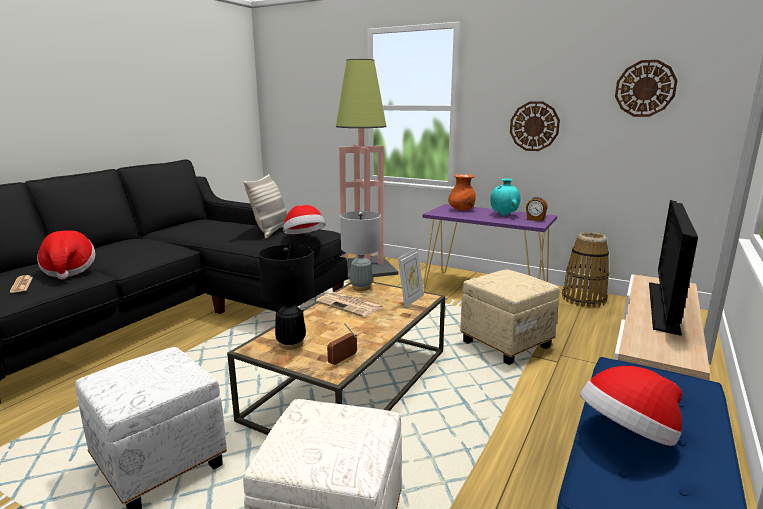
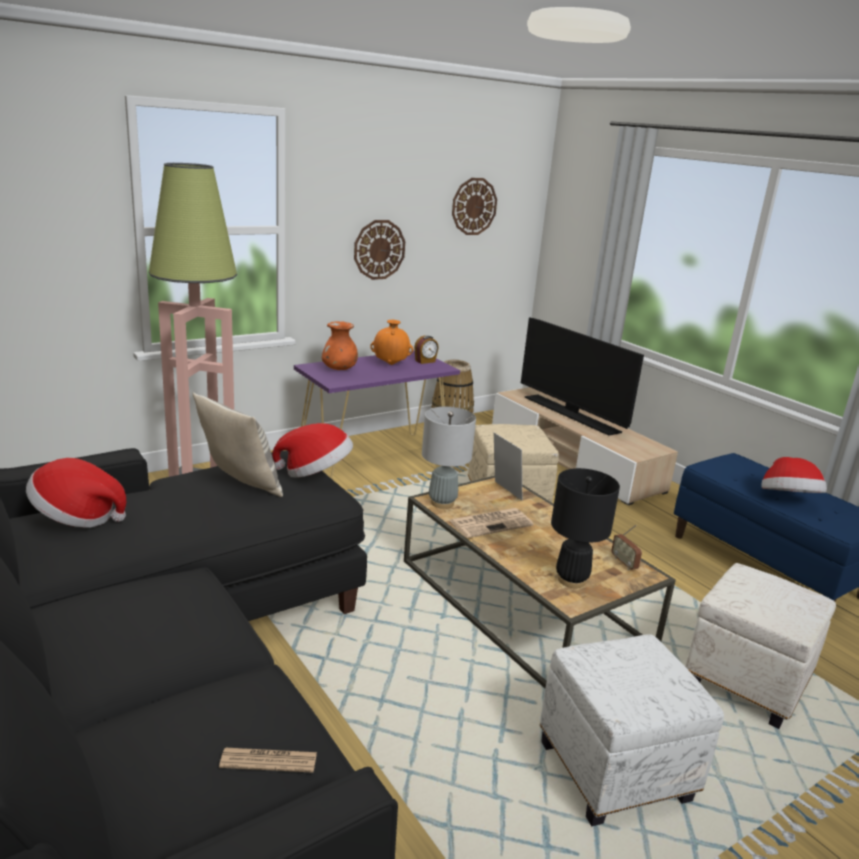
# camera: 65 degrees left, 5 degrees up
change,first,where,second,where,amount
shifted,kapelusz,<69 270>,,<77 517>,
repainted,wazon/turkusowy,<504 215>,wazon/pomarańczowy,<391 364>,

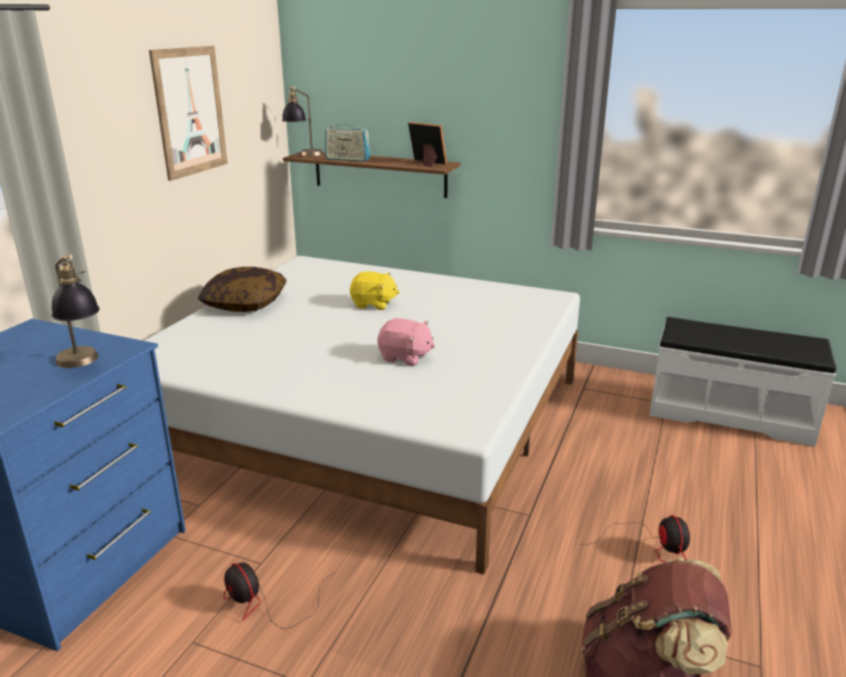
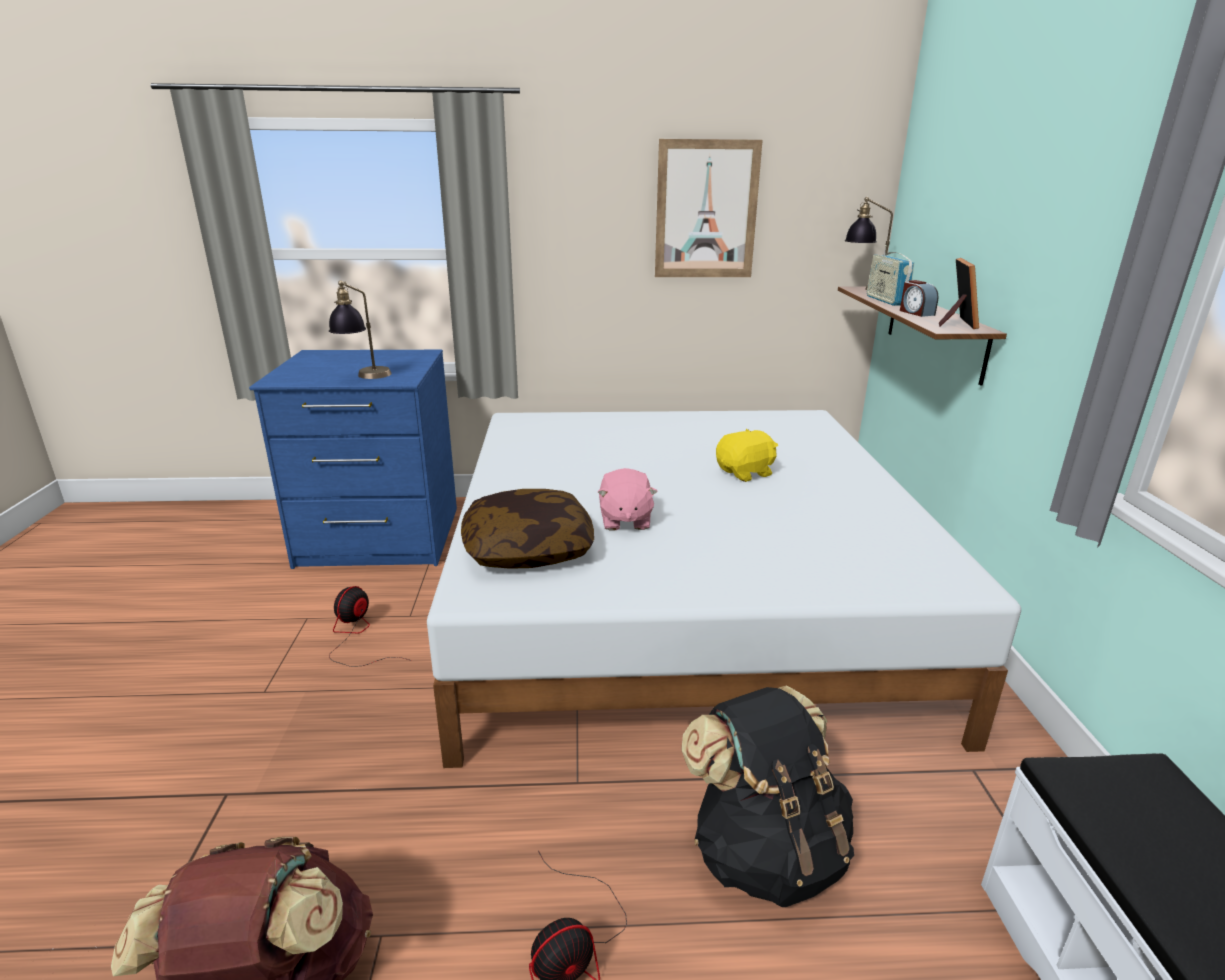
# camera: 65 degrees right, 0 degrees up
change,first,where,second,where,amount
shifted,poduszka,<245 303>,,<528 549>,
new,,,plecak/czarny,<765 851>,
rotated,pluszak/żółty,<373 304>,,<745 473>,105 degrees counterclockwise
new,,,budzik,<916 313>,

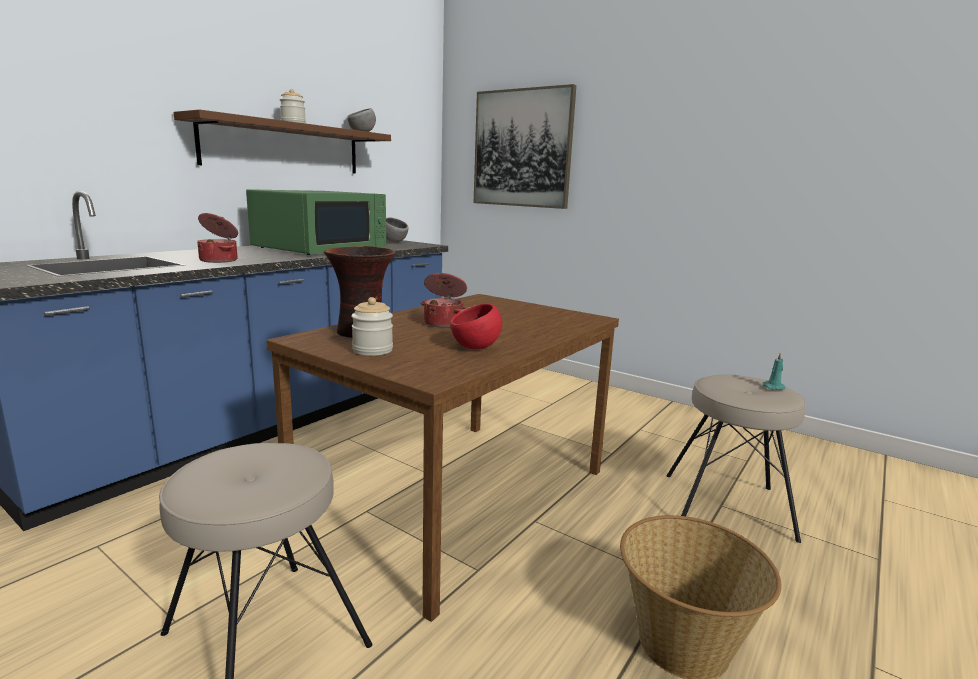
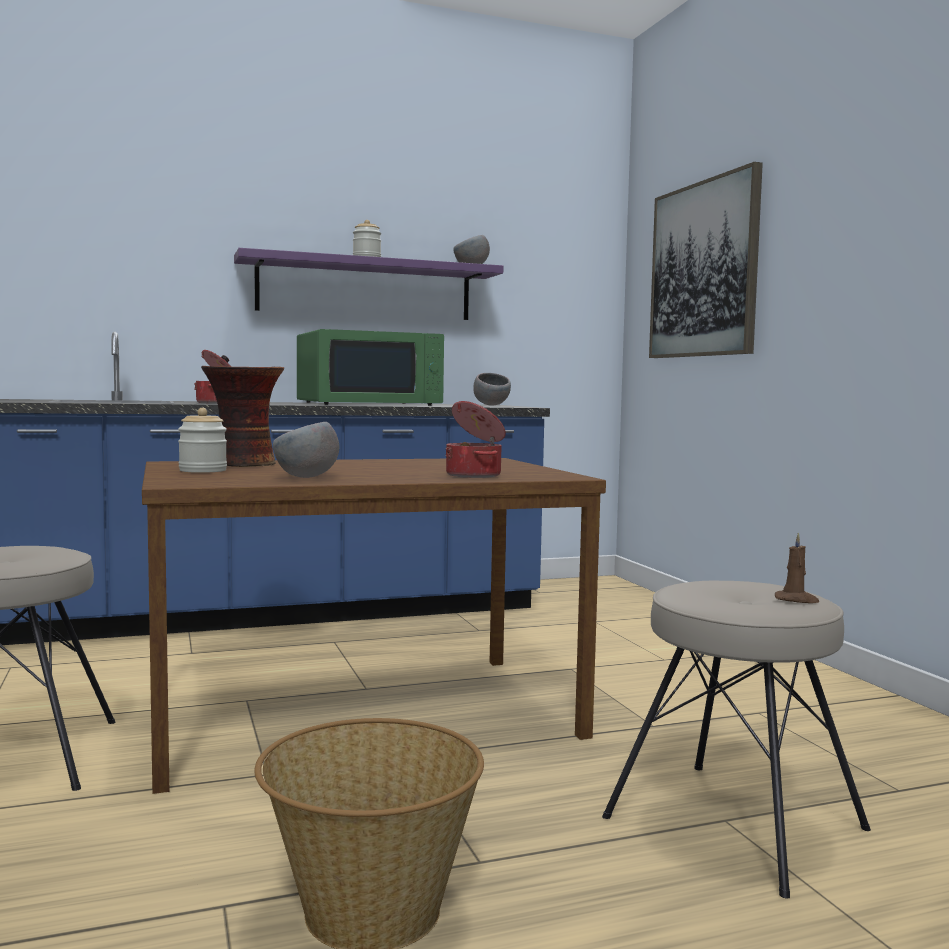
# camera: 35 degrees right, 10 degrees down
change,first,where,second,where,amount
repainted,półka/brązowy,<284 147>,półka/fioletowy,<365 289>,
repainted,miska/czerwony,<476 348>,miska/szary,<307 477>,
shifted,garnek,<444 323>,,<475 475>,
repainted,świeca/turkusowy,<774 387>,świeca/brązowy,<796 600>,

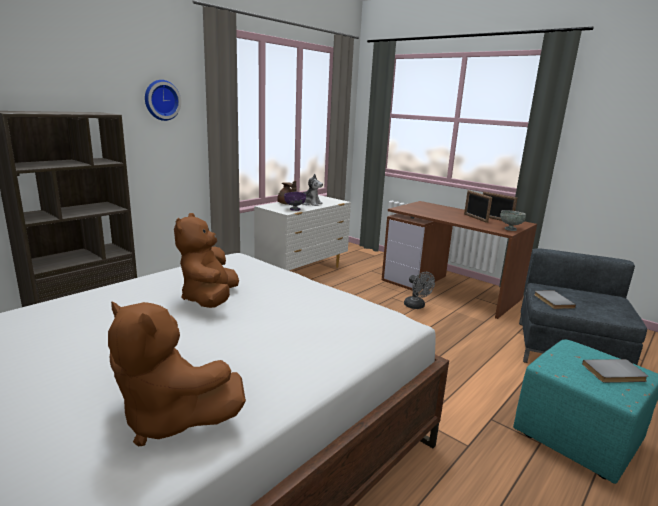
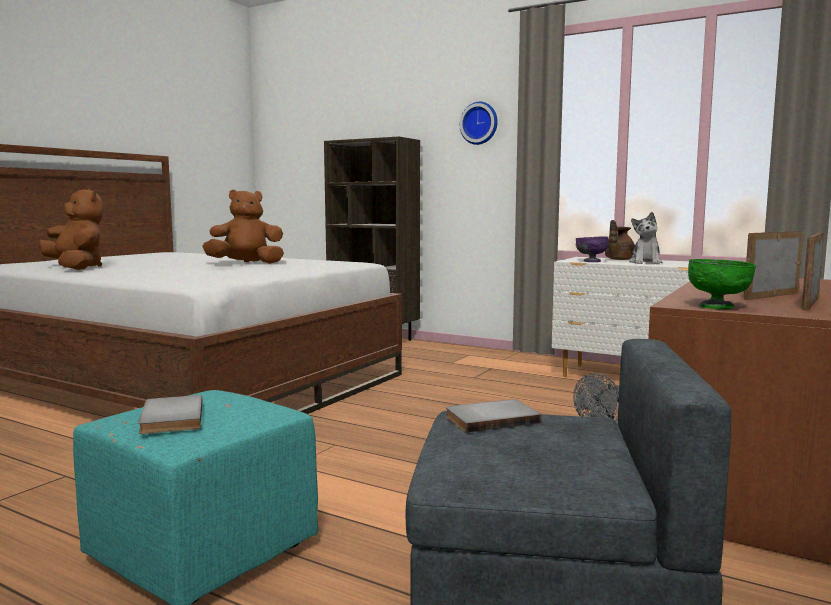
# camera: 80 degrees right, 10 degrees down
change,first,where,second,where,amount
rotated,pluszak/brązowy,<169 419>,,<76 268>,120 degrees clockwise
repainted,miska/szary,<510 229>,miska/zielony,<718 307>,

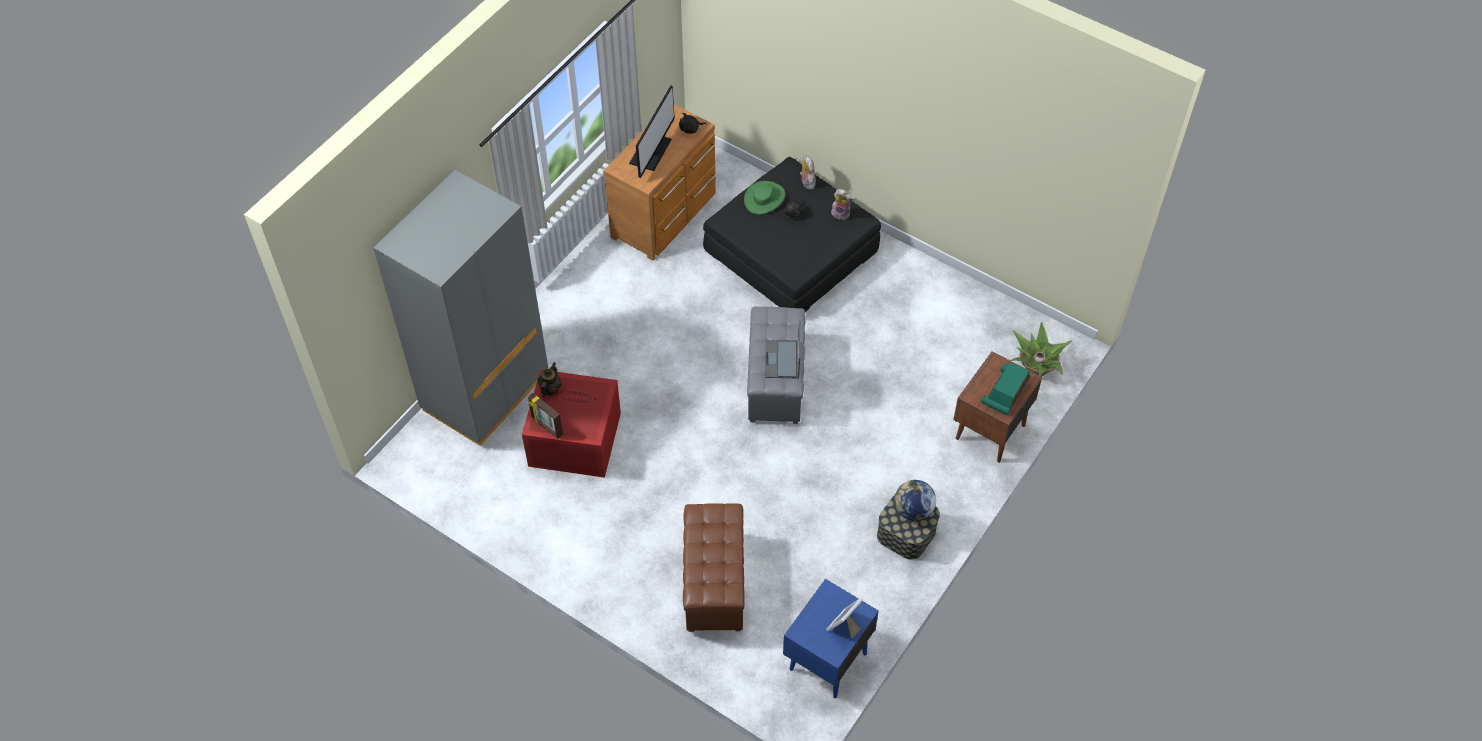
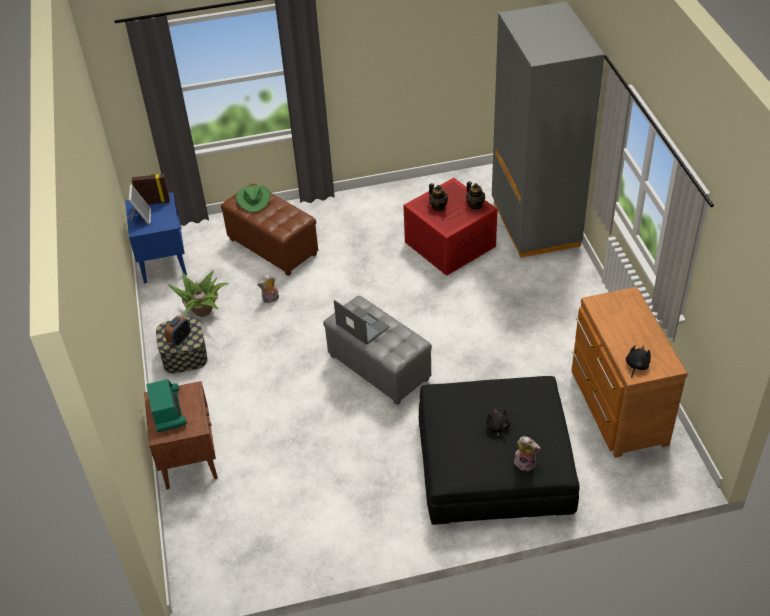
# camera: 135 degrees right, 10 degrees down
change,first,where,second,where,amount
shifted,ramka na zdjęcie,<546 427>,,<154 202>,
swapped,globus,<913 510>,budzik,<180 339>,
shifted,roślina doniczkowa,<1035 369>,,<203 311>,
shifted,kapelusz/zielony,<764 198>,,<253 199>,
shifted,pluszak,<841 213>,,<270 300>,
new,,,imbryk,<438 206>,
gone,monitor,<651 151>,,,

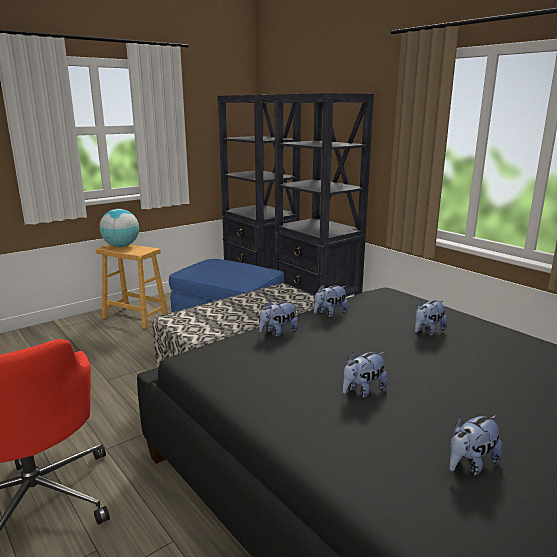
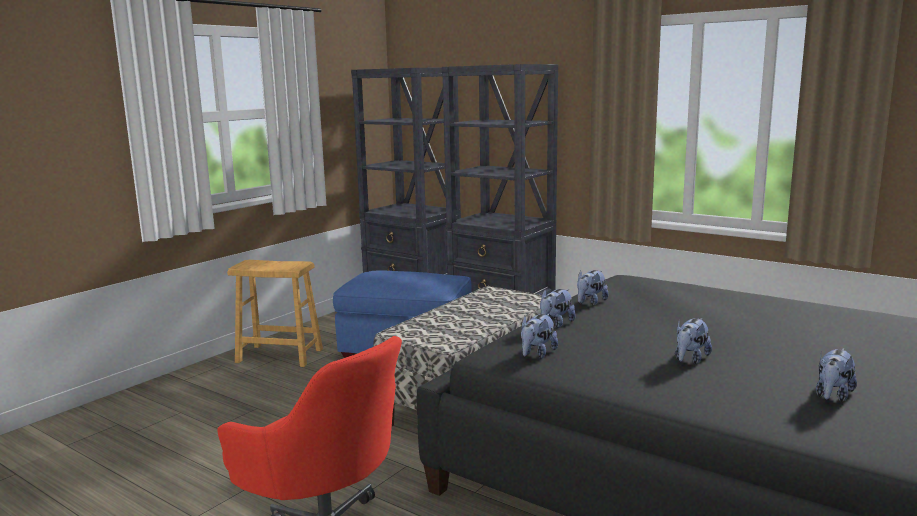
# camera: 15 degrees left, 5 degrees down
change,first,where,second,where,amount
shifted,pluszak,<427 331>,,<537 354>,
gone,globus,<121 246>,,,

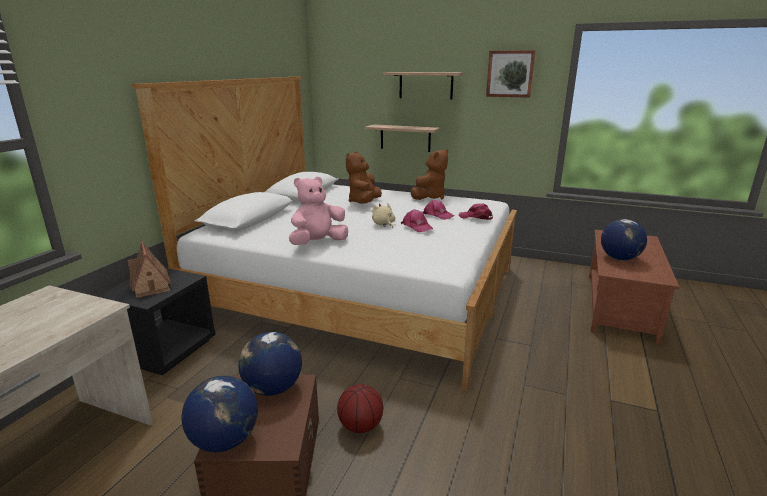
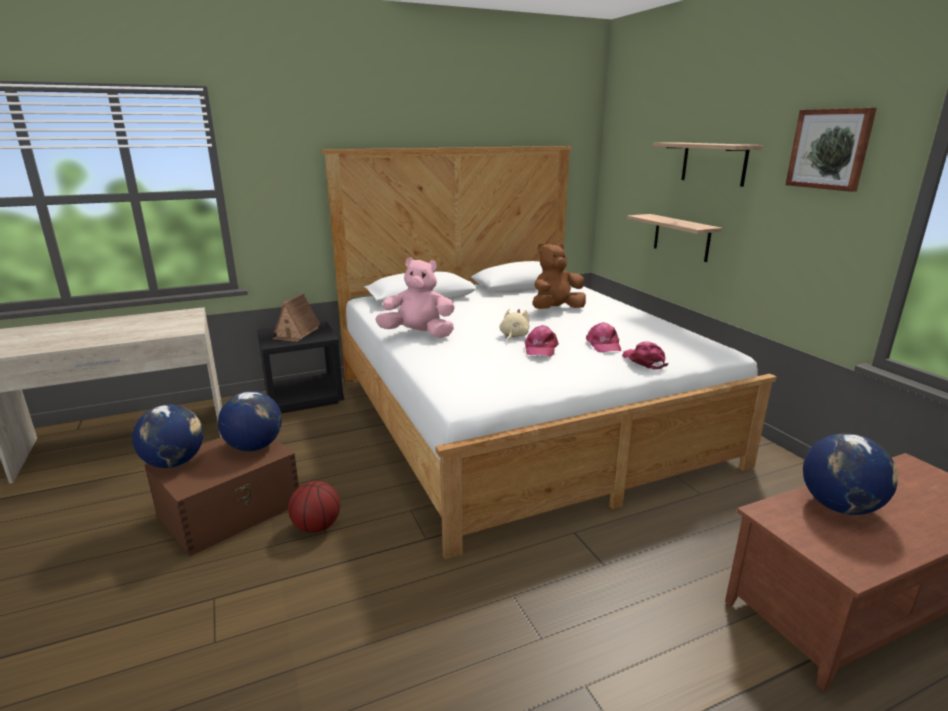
# camera: 45 degrees right, 0 degrees up
change,first,where,second,where,amount
gone,pluszak/brązowy,<429 197>,,,

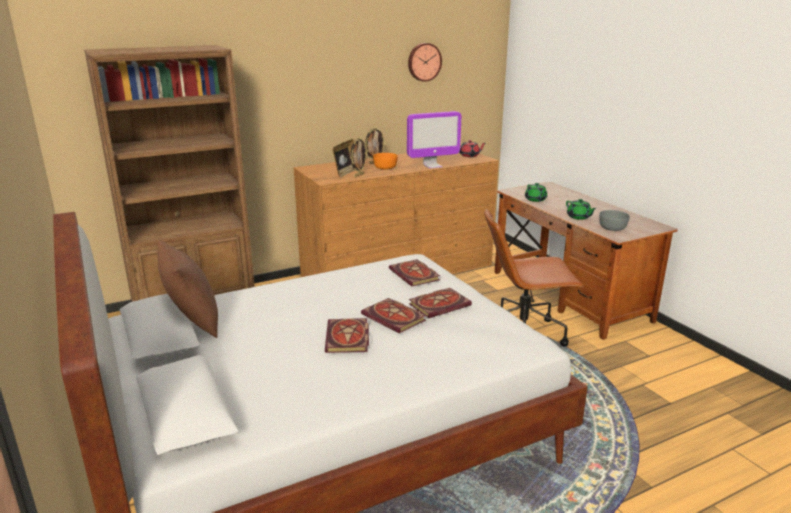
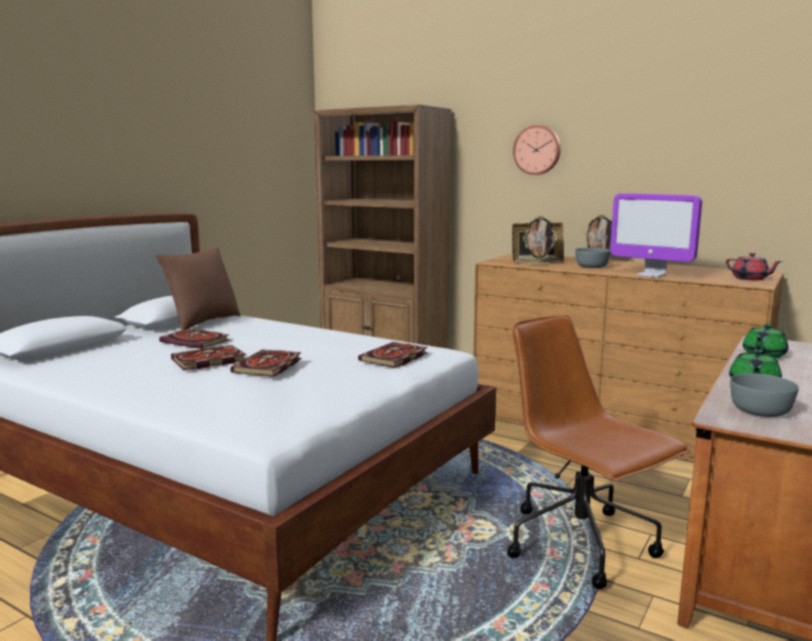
# camera: 60 degrees right, 10 degrees down
change,first,where,second,where,amount
shifted,książka,<440 304>,,<197 341>,
shifted,zegar ścienny,<424 62>,,<537 150>,
repainted,miska/pomarańczowy,<385 167>,miska/szary,<592 266>,

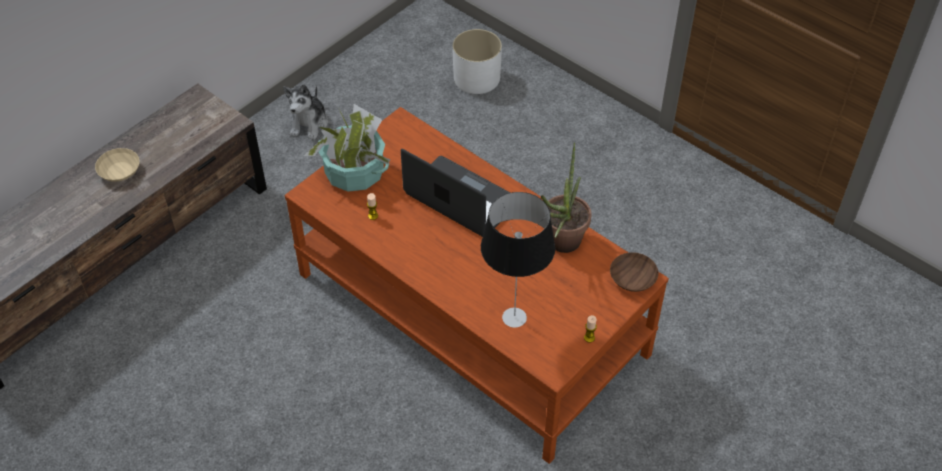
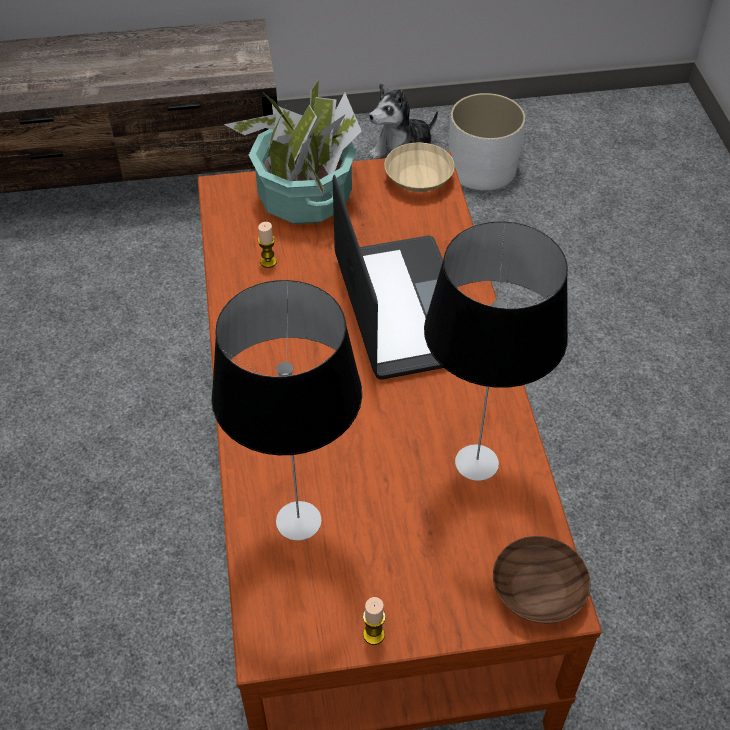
# camera: 40 degrees right, 0 degrees up
change,first,where,second,where,amount
shifted,miska/beżowy,<120 172>,,<419 180>,
swapped,roślina doniczkowa,<560 245>,lampa stołowa,<475 461>,
shifted,donica/biały,<477 78>,,<482 168>,

